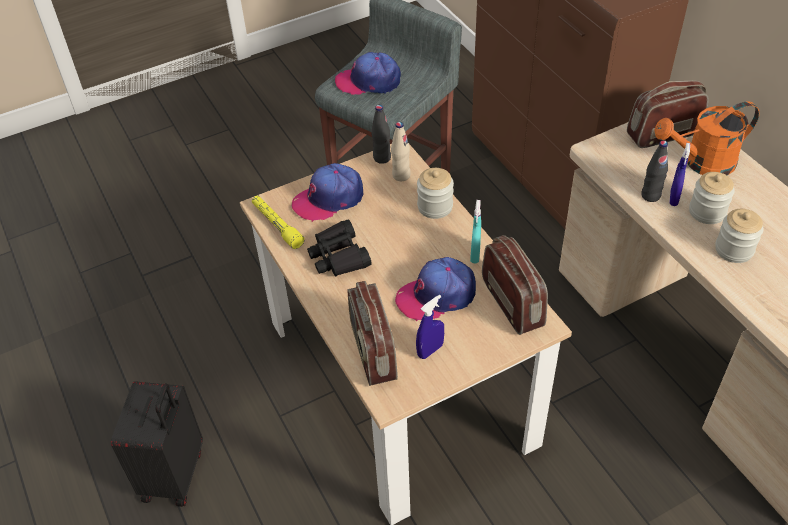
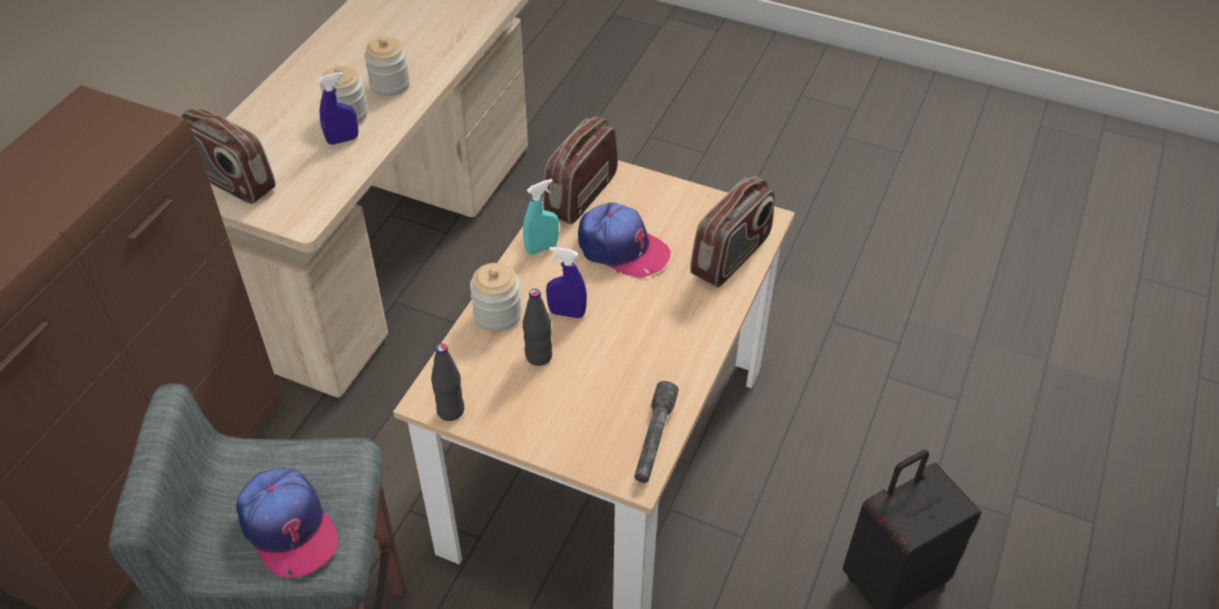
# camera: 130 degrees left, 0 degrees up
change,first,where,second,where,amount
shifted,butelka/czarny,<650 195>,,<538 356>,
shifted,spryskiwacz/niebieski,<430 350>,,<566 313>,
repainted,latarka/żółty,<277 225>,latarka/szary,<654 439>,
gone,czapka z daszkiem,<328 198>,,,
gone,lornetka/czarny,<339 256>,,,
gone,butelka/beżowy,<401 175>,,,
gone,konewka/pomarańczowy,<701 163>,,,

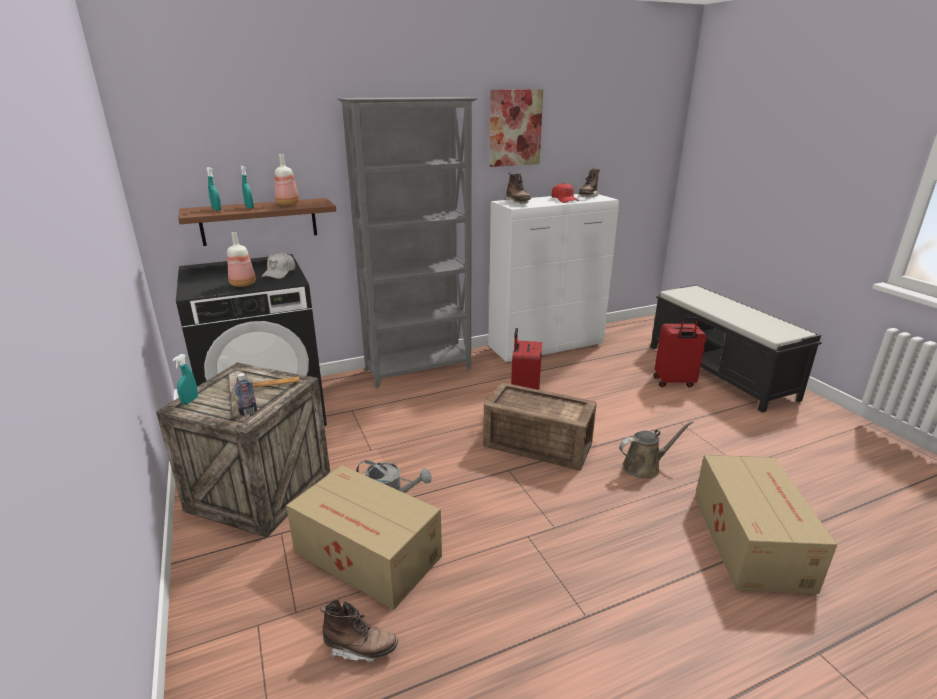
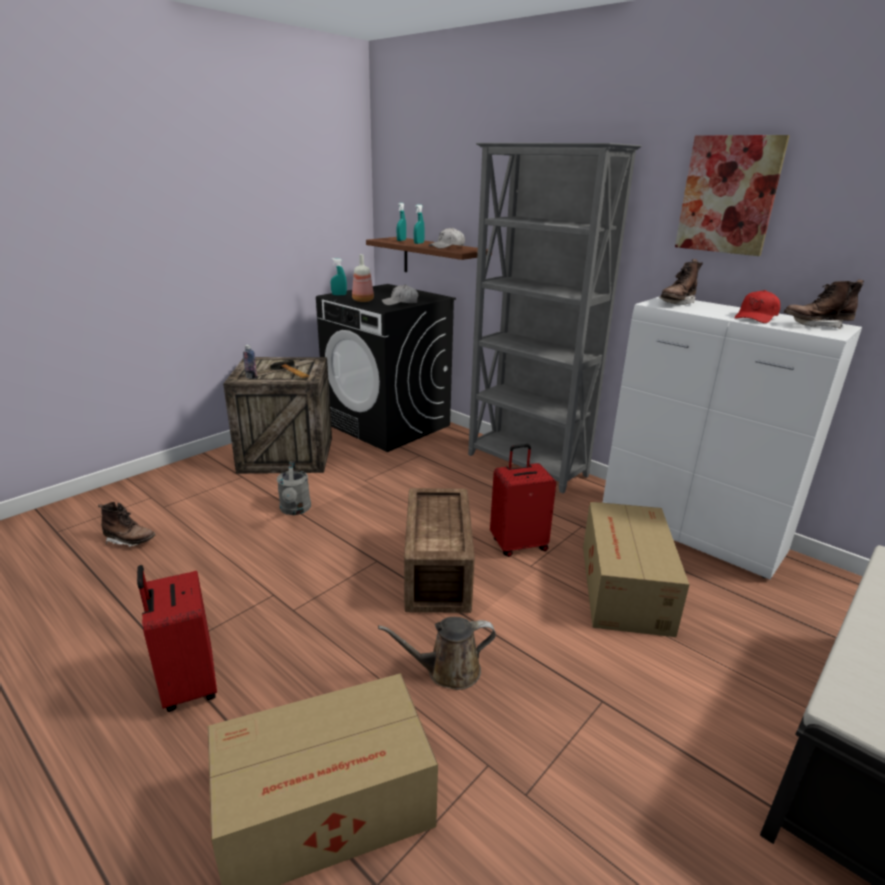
# camera: 65 degrees right, 0 degrees up
change,first,where,second,where,amount
rotated,but z cholewką/brązowy,<360 648>,,<130 541>,60 degrees counterclockwise
shifted,walizka/czerwony,<674 382>,,<188 685>,
shifted,spryskiwacz/turkusowy,<190 401>,,<339 295>,
rotated,konewka/brązowy,<644 467>,,<448 671>,120 degrees clockwise
swapped,butelka,<288 204>,czapka z daszkiem/biały,<447 246>,
shifted,karton,<368 555>,,<624 589>,

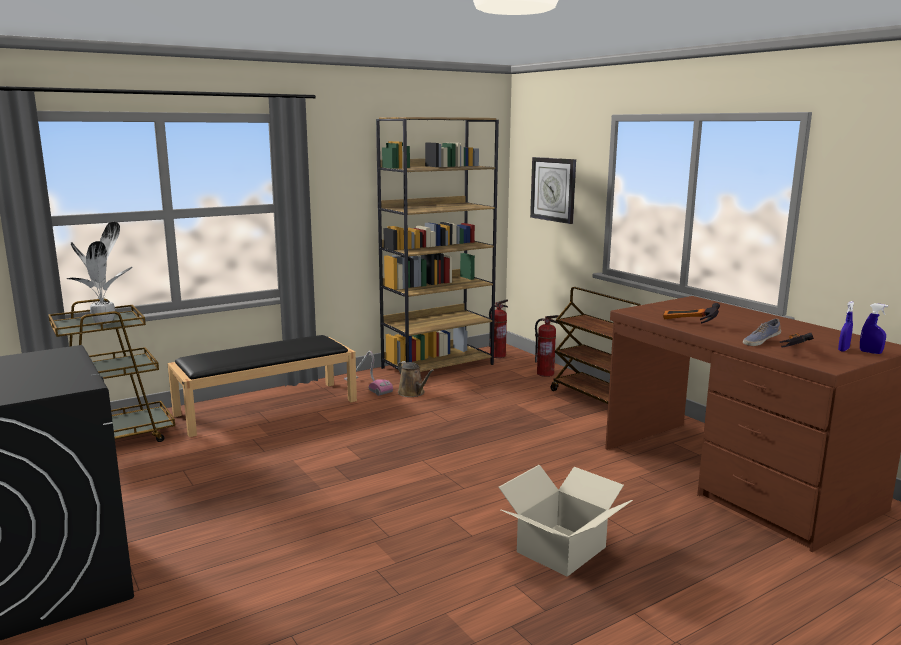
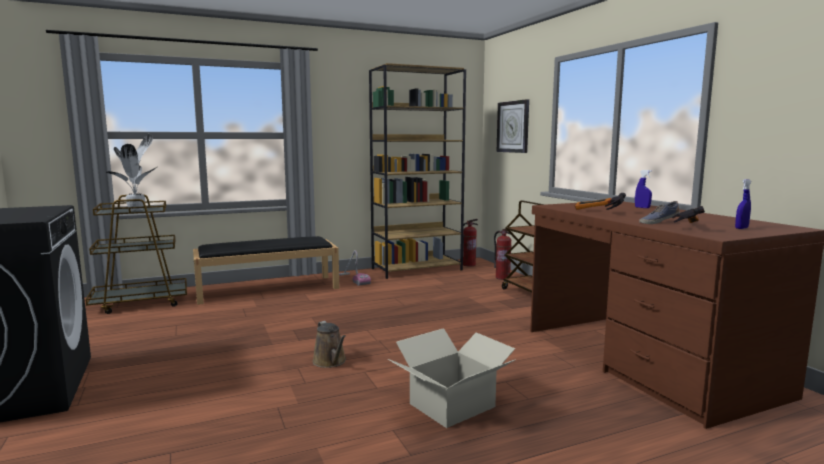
# camera: 10 degrees right, 5 degrees down
change,first,where,second,where,amount
shifted,konewka/brązowy,<413 393>,,<330 362>,
shifted,spryskiwacz/niebieski,<870 352>,,<642 207>,

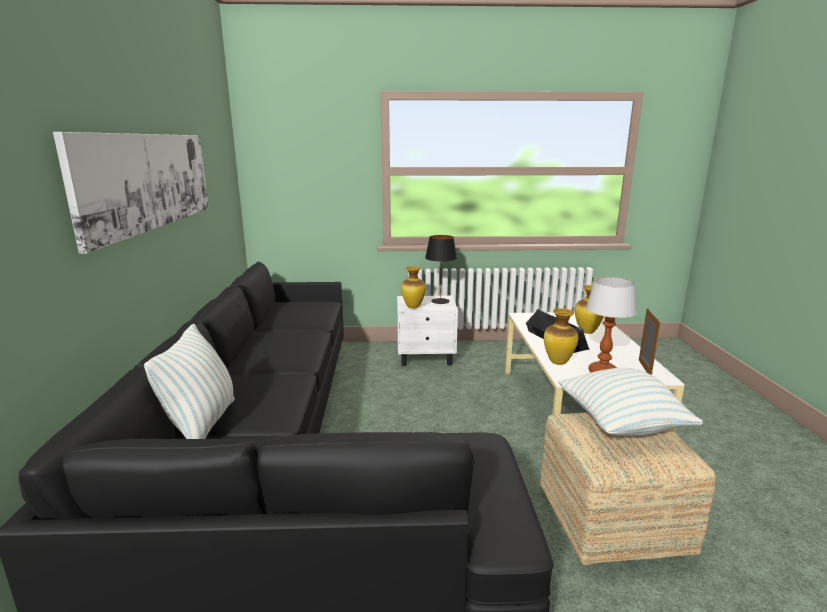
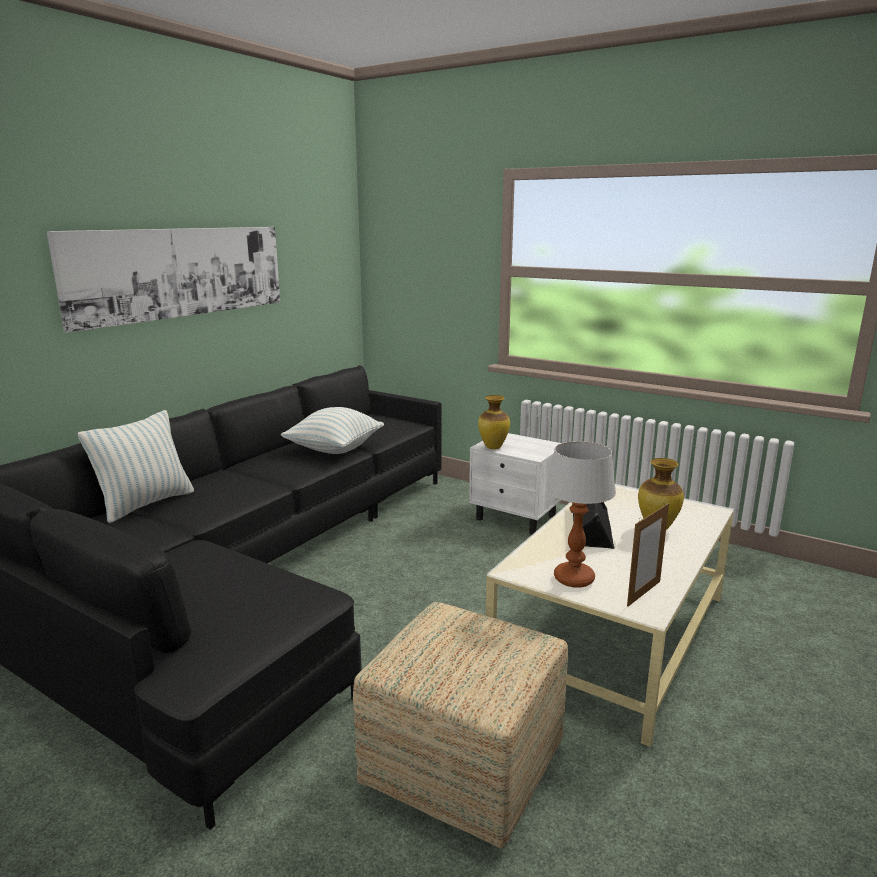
# camera: 35 degrees right, 0 degrees up
change,first,where,second,where,amount
shifted,poduszka,<621 425>,,<334 449>,
gone,lampa stołowa/czarny,<440 301>,,,
gone,wazon,<557 362>,,,

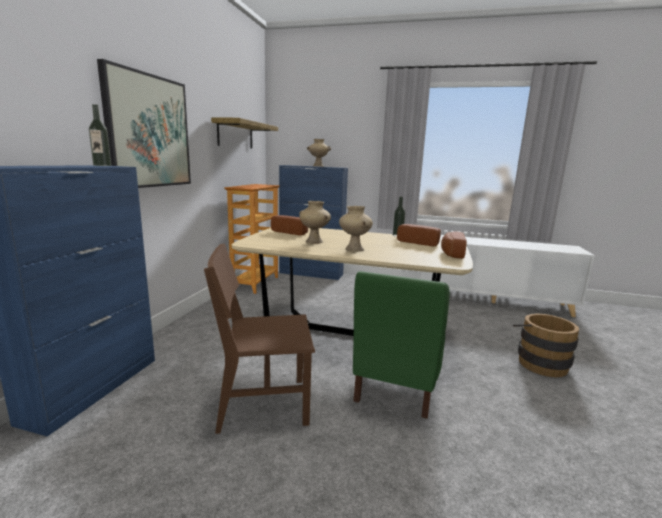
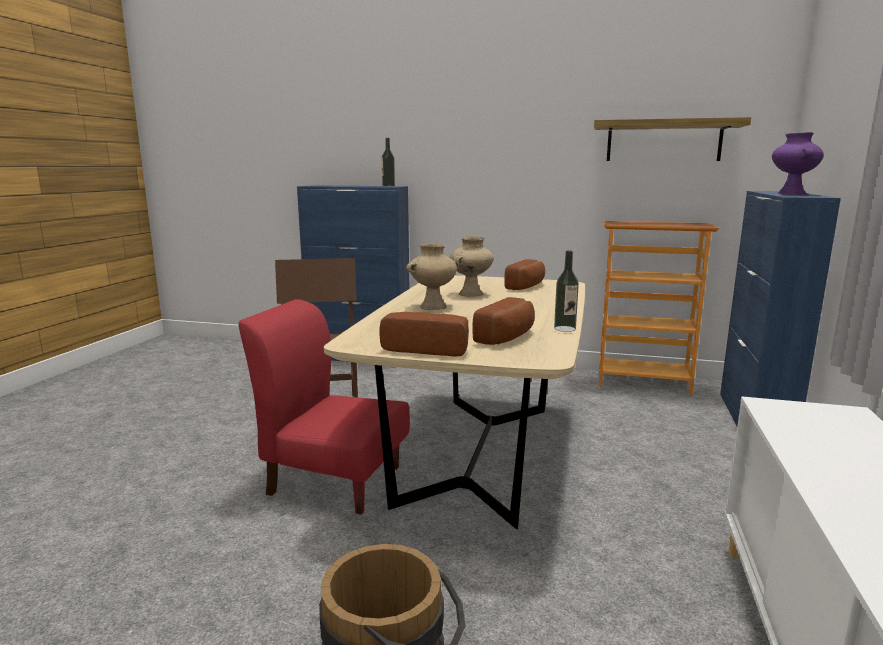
# camera: 90 degrees right, 0 degrees up
change,first,where,second,where,amount
repainted,krzesło/zielony,<395 387>,krzesło/czerwony,<334 479>,
repainted,wazon/beżowy,<318 166>,wazon/fioletowy,<790 194>,
gone,obraz,<149 131>,,,

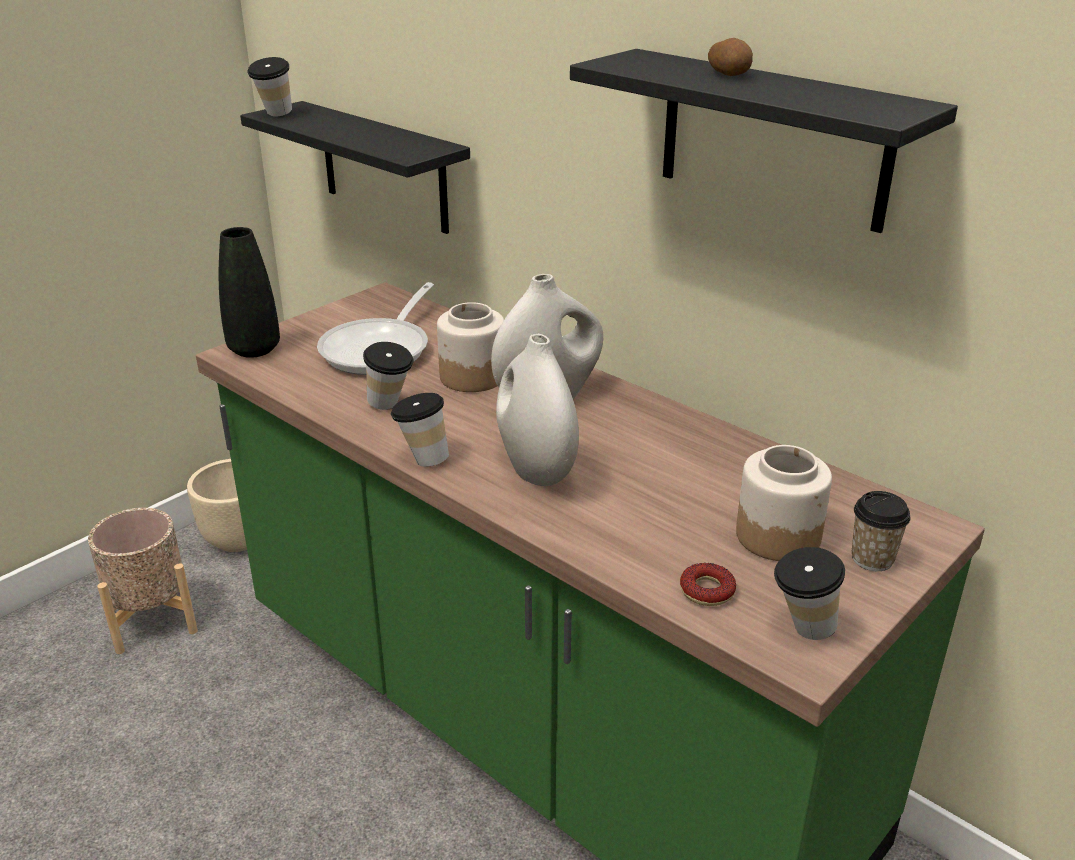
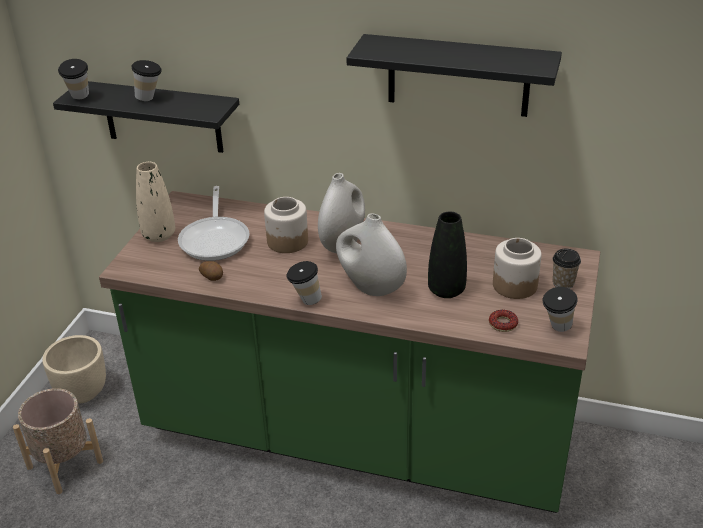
# camera: 25 degrees left, 5 degrees up
change,first,where,second,where,amount
shifted,filiżanka,<391 406>,,<150 98>,
new,,,wazon/beżowy,<159 235>,
shifted,ziemniak,<730 74>,,<212 277>,
shifted,wazon/czarny,<254 349>,,<446 290>,

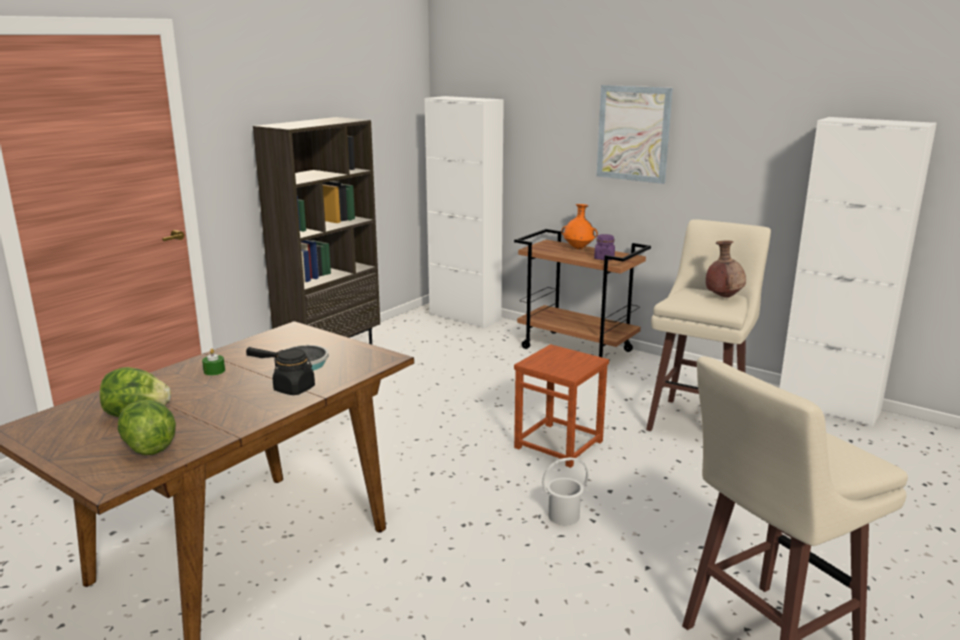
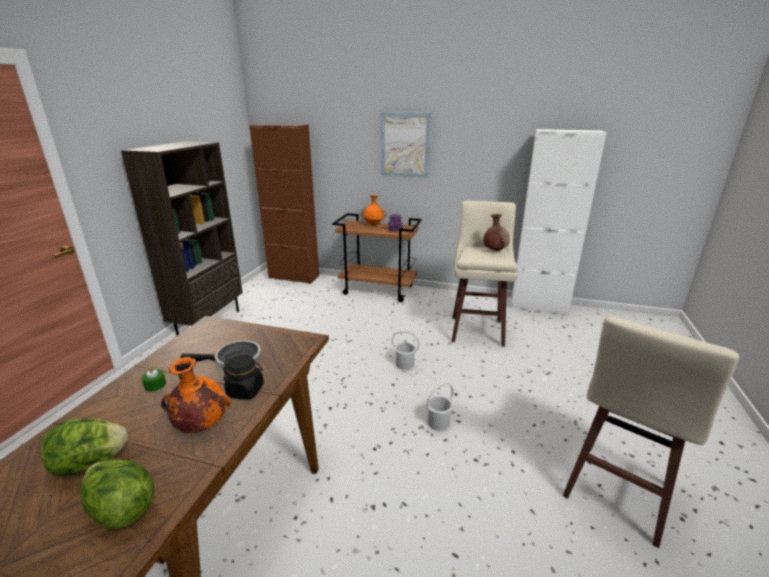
# camera: 20 degrees left, 5 degrees up
change,first,where,second,where,amount
new,,,wazon/pomarańczowy,<201 425>,
repainted,szafka/biały,<465 317>,szafka/brązowy,<294 277>,
swapped,stołek/brązowy,<559 444>,wiadro/biały,<404 364>,

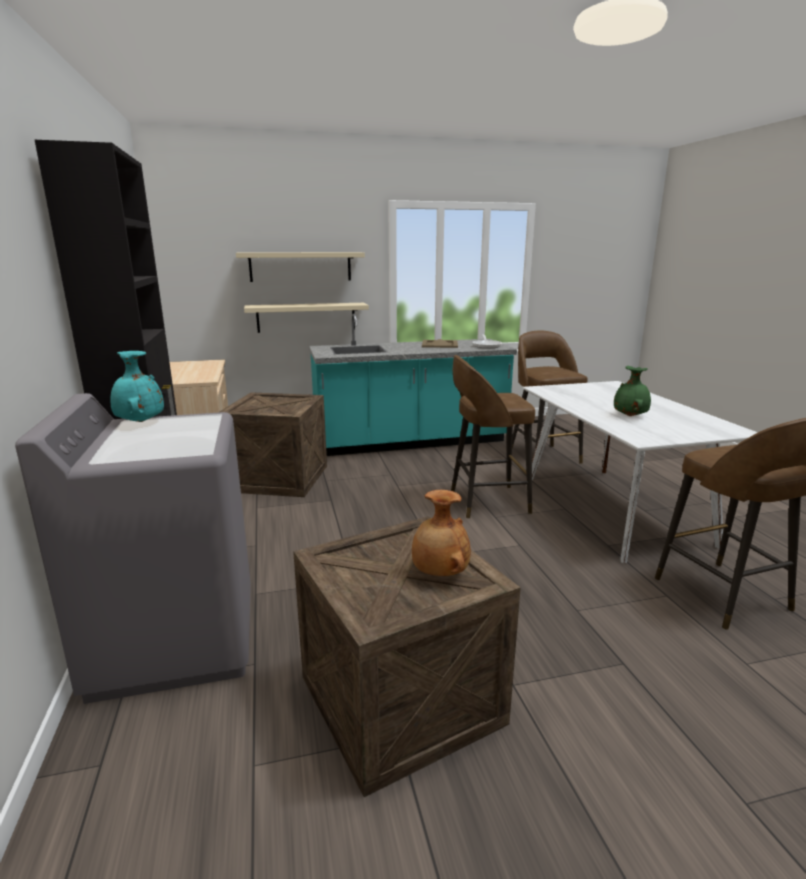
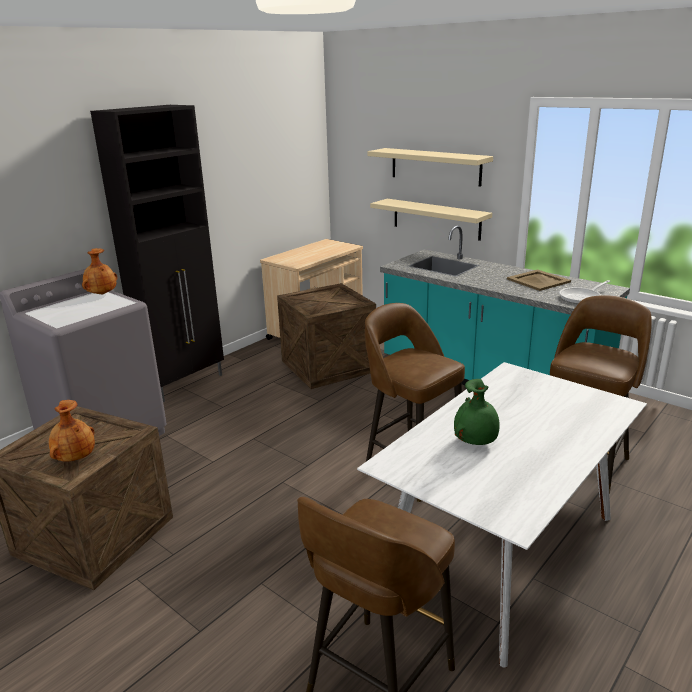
# camera: 55 degrees right, 5 degrees up
change,first,where,second,where,amount
repainted,wazon/turkusowy,<139 422>,wazon/brązowy,<101 294>,

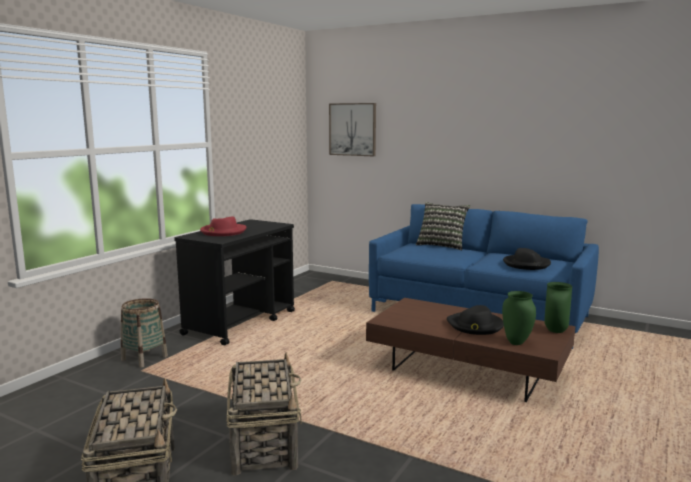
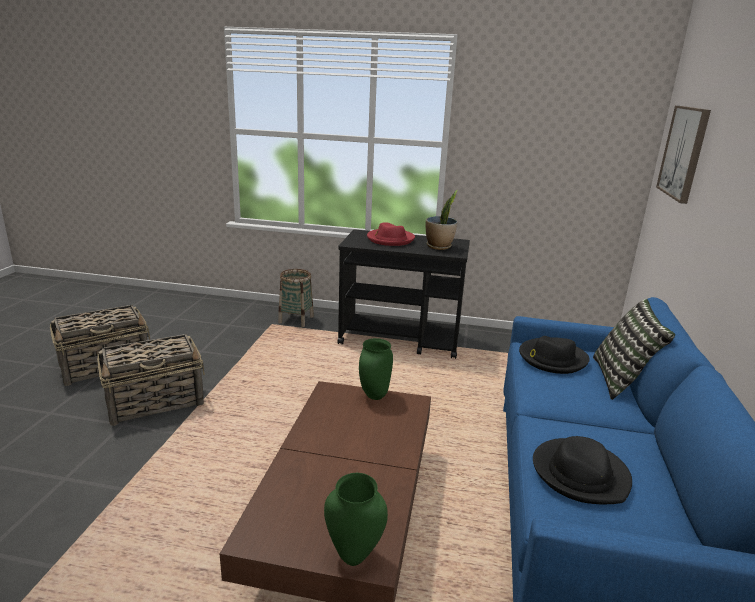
# camera: 70 degrees right, 10 degrees up
change,first,where,second,where,amount
shifted,wazon/zielony,<517 342>,,<375 396>,
new,,,roślina doniczkowa,<439 246>,
shifted,kapelusz/czarny,<475 326>,,<552 358>,

